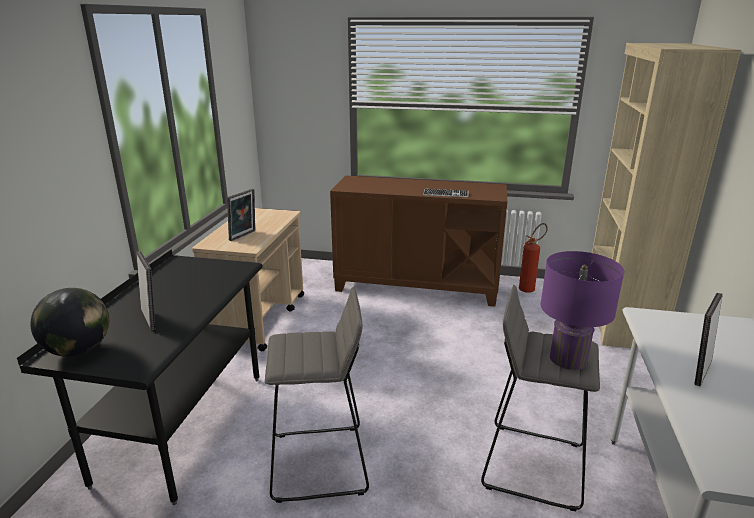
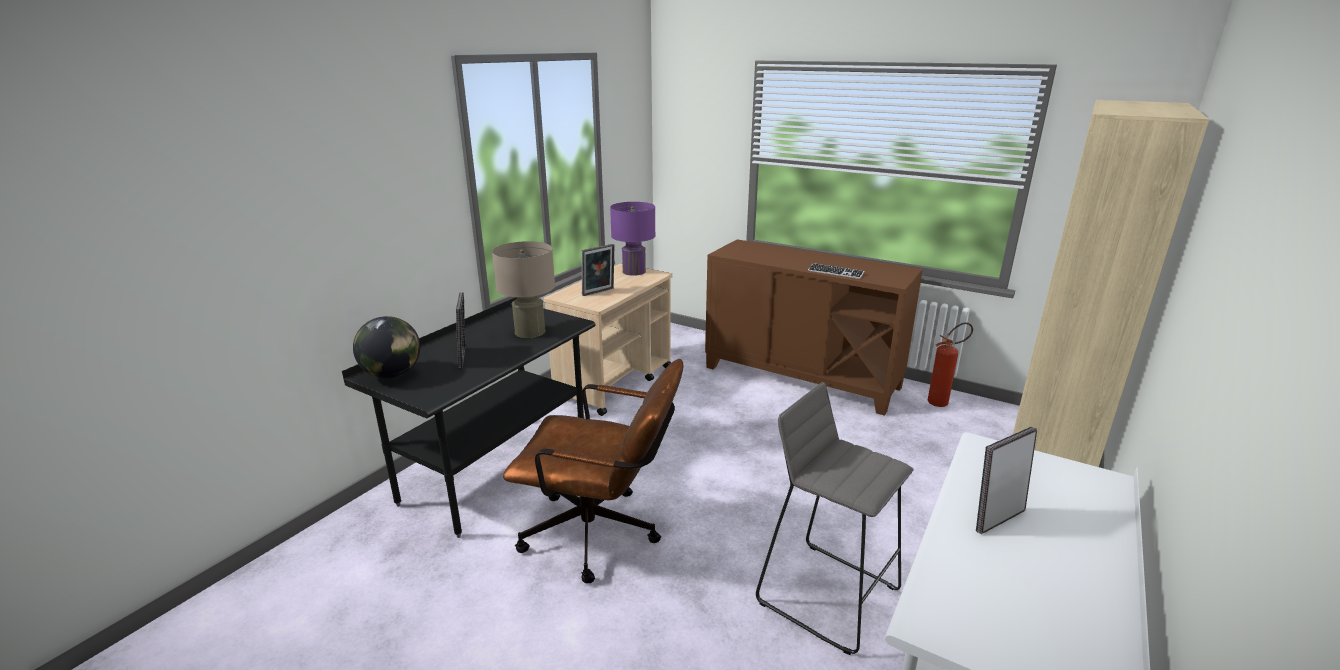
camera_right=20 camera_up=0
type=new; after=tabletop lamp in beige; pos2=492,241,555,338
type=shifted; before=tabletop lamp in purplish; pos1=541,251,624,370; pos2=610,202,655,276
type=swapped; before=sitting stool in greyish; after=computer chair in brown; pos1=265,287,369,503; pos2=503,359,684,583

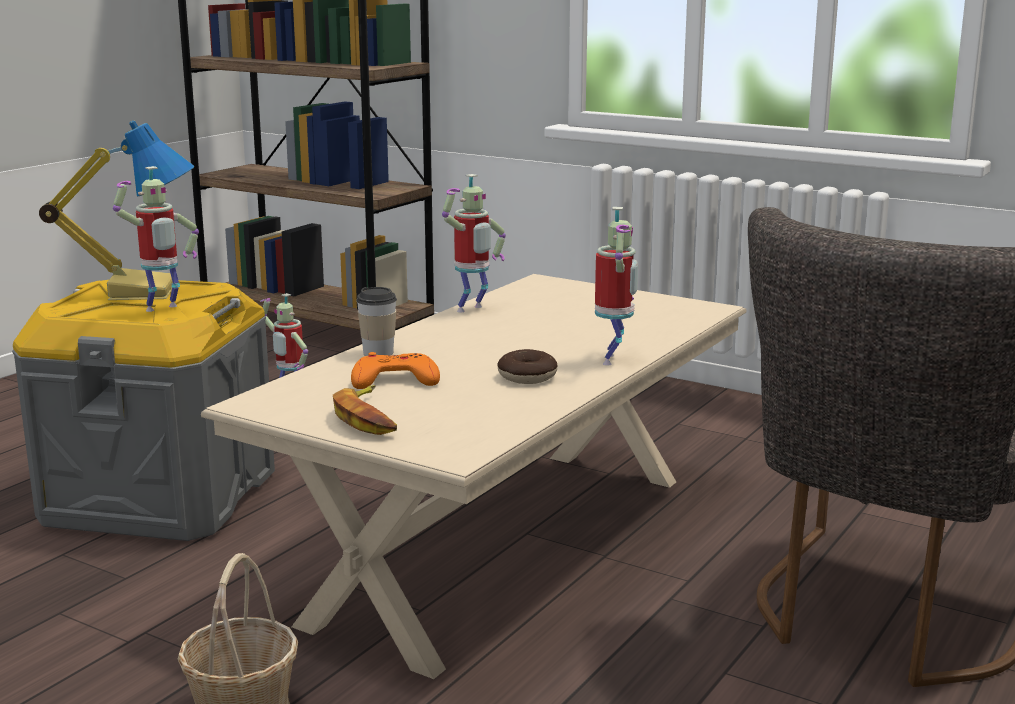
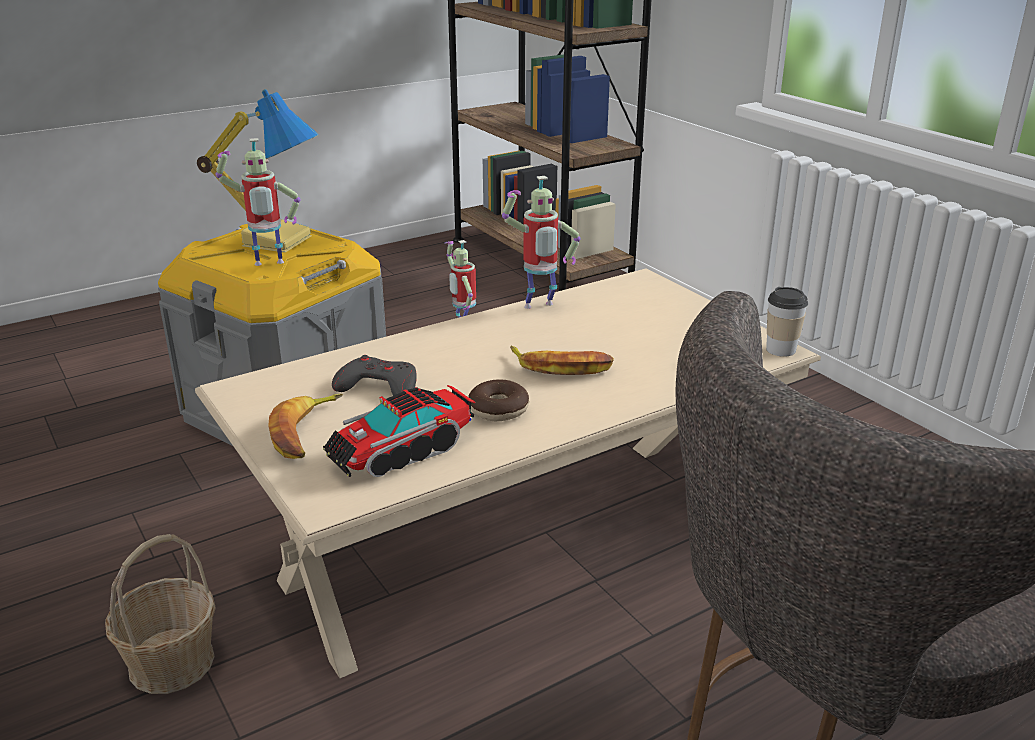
camera_right=25 camera_up=10
type=gone; before=toy robot; pos1=595,207,638,366
type=new; after=model truck; pos2=323,385,476,477
type=new; after=banana; pos2=510,346,614,375
type=shifted; before=cup; pos1=356,287,397,356; pos2=766,287,808,357
type=repainted; before=gamepad in orange-coloured; after=gamepad in greyish; pos1=351,352,440,389; pos2=332,355,417,396

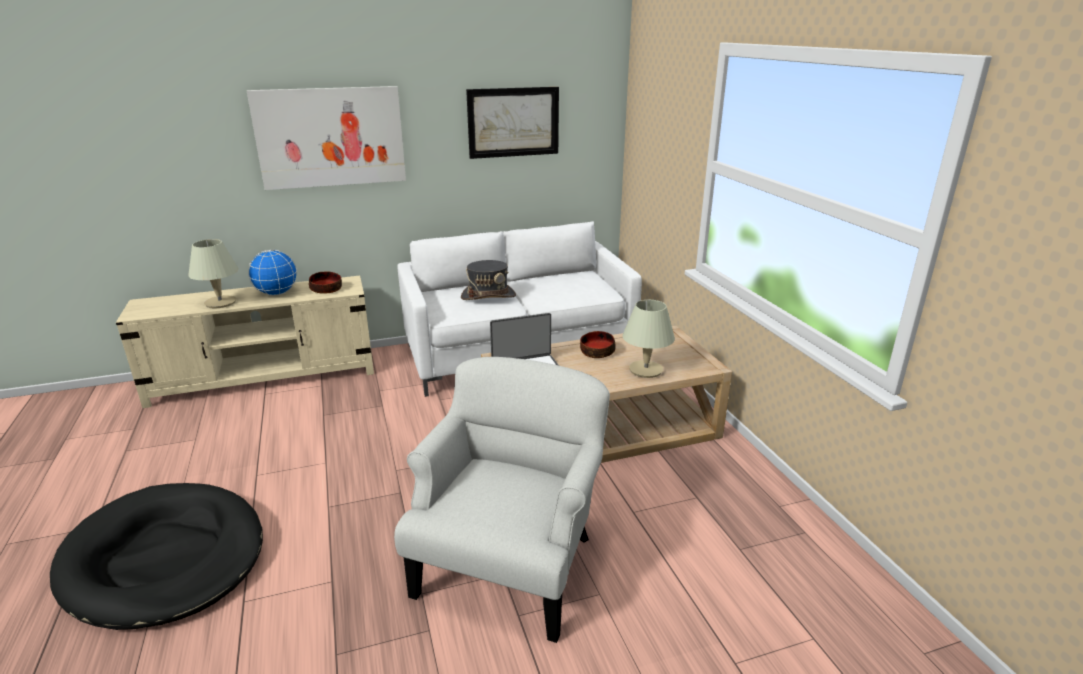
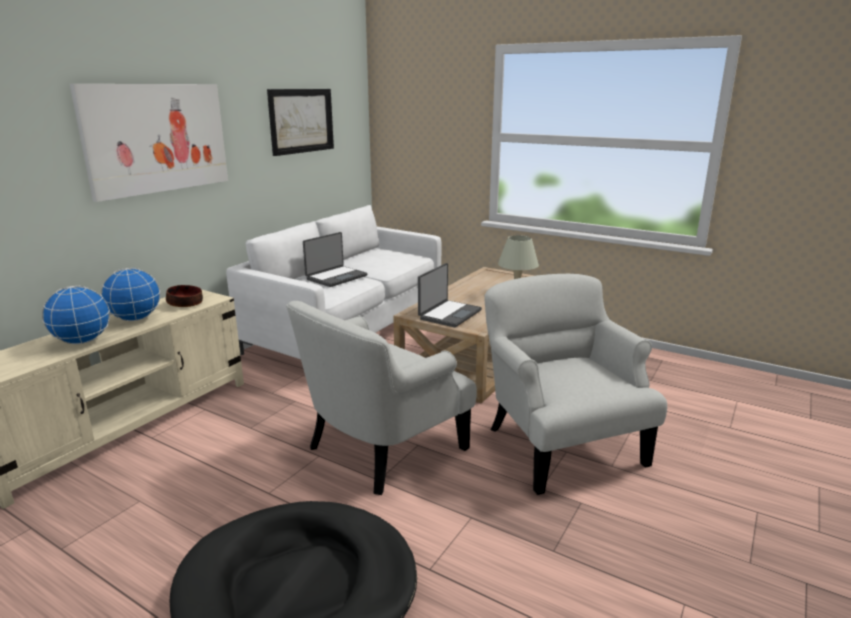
camera_right=-40 camera_up=-5
type=gone; before=serving bowl; pos1=580,331,616,358
type=new; after=easy chair in white; pos2=286,301,477,495
type=swapped; before=tabletop lamp in beige; after=world globe; pos1=188,239,238,308; pos2=42,286,110,344
type=swapped; before=hat in greyish; after=laptop; pos1=461,260,516,300; pos2=303,232,367,287

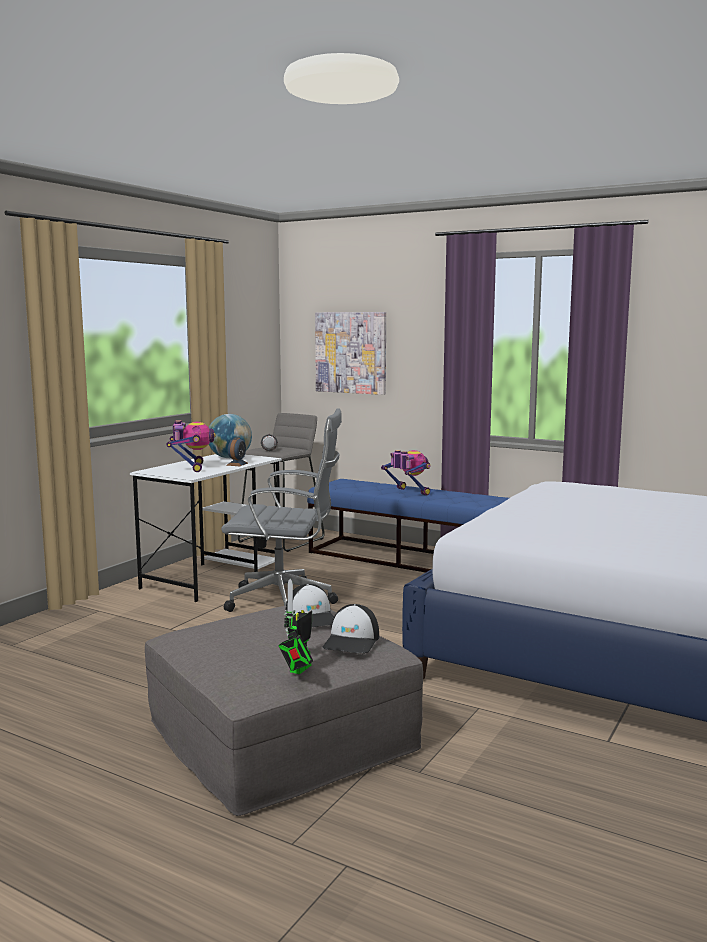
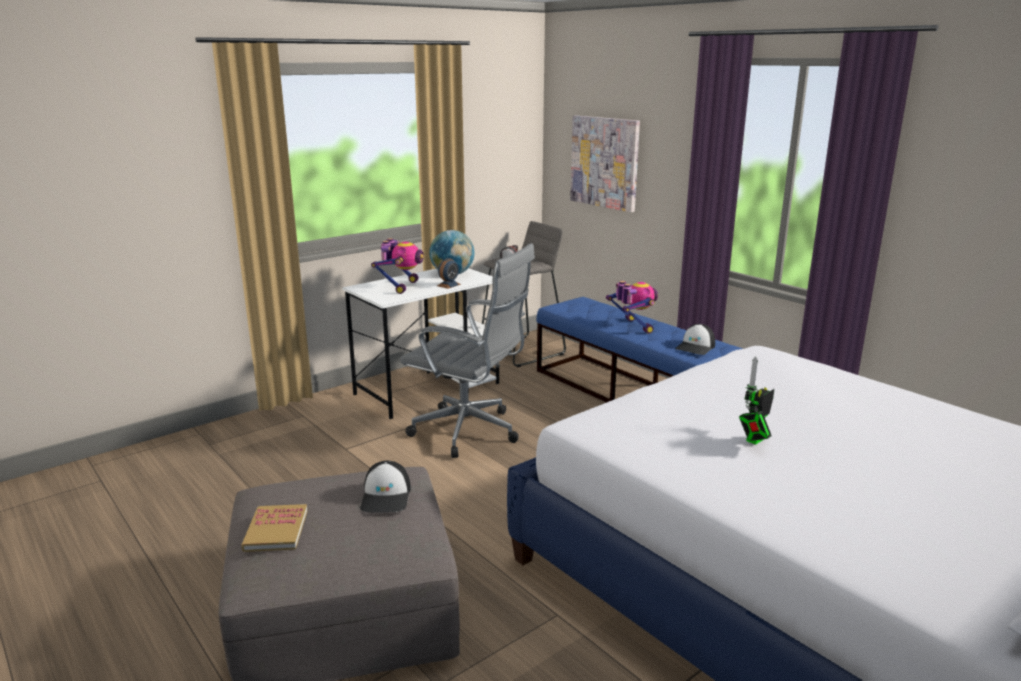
camera_right=20 camera_up=10
type=new; after=book; pos2=241,504,307,552
type=shifted; before=toy robot; pos1=278,579,313,674; pos2=739,356,774,445
type=shifted; before=peaked cap; pos1=322,604,379,653; pos2=675,324,715,355

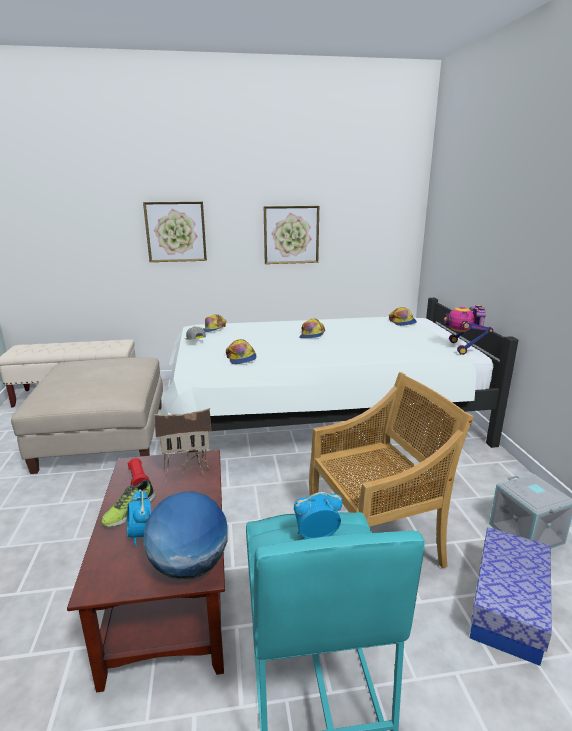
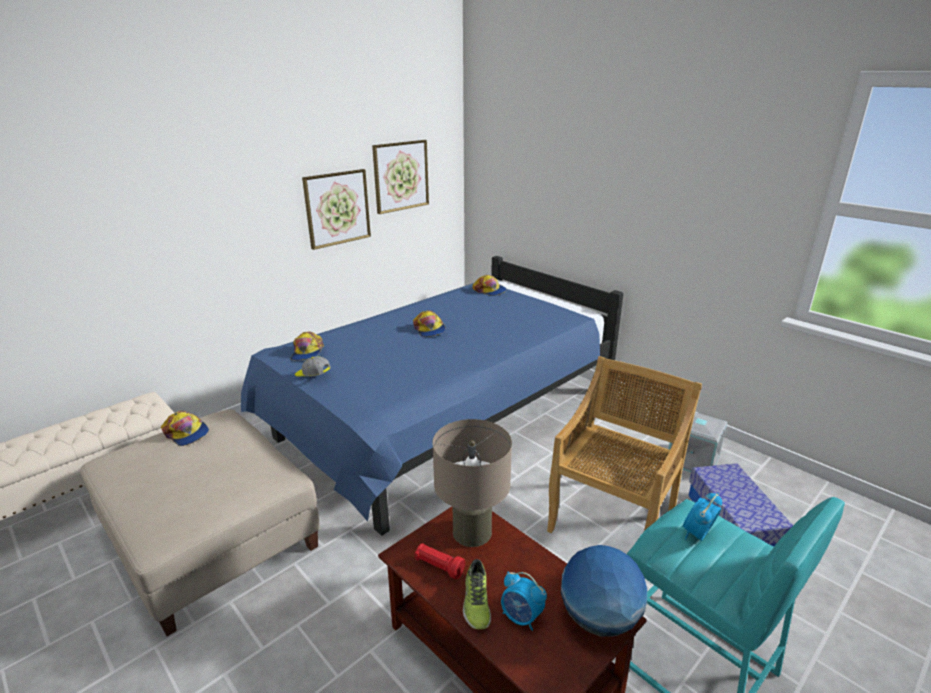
camera_right=-35 camera_up=5
type=gone; before=toy robot; pos1=444,305,493,355
type=shifted; before=picture; pos1=143,202,207,262; pos2=372,140,429,214
type=shifted; before=peaked cap; pos1=226,339,257,364; pos2=161,410,209,446
type=swapped; before=model house; after=tabletop lamp in beige; pos1=154,408,211,482; pos2=432,419,512,547
type=repainted; before=sleeping bed in white; after=sleeping bed in bluish; pos1=160,298,519,452; pos2=241,256,623,536

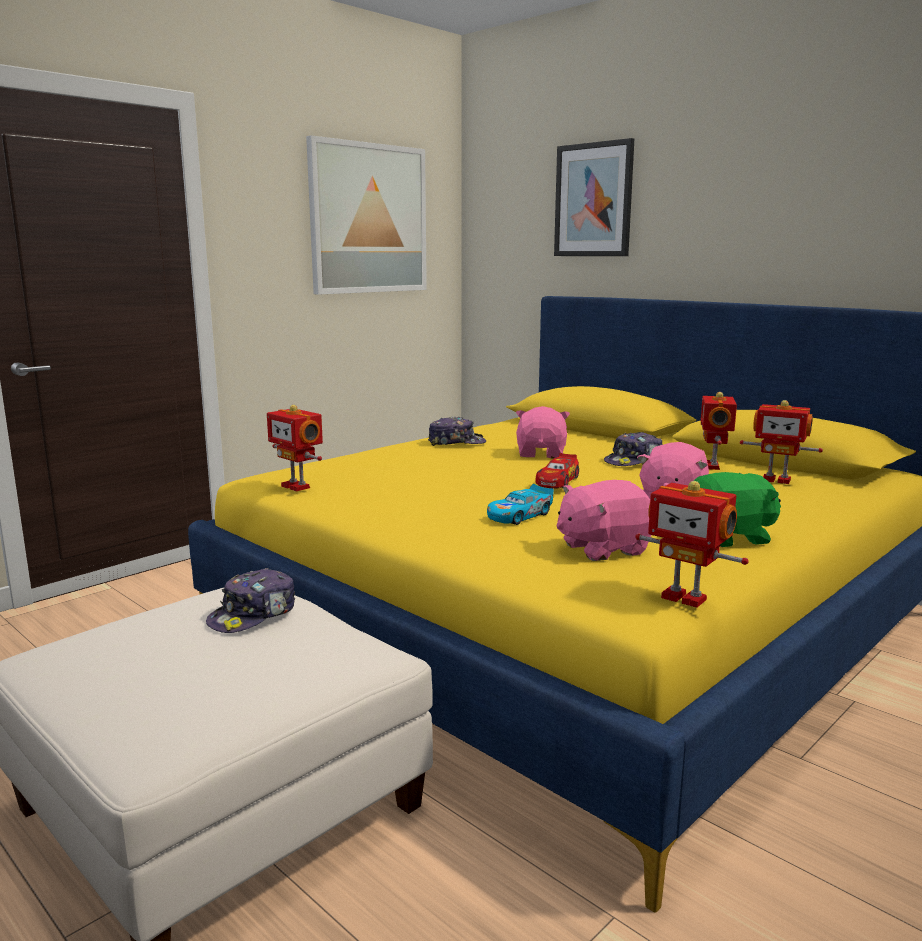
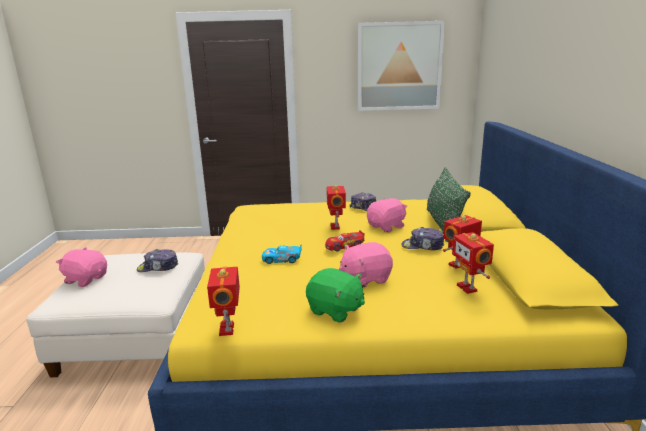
camera_right=45 camera_up=5
type=gone; before=picture; pos1=554,138,634,256
type=new; after=cushion in greenish; pos2=427,167,471,242
type=shifted; before=toy robot; pos1=267,405,323,491; pos2=326,185,346,230
type=shifted; before=soft toy in pink-coloured; pos1=556,480,651,561; pos2=56,247,107,287

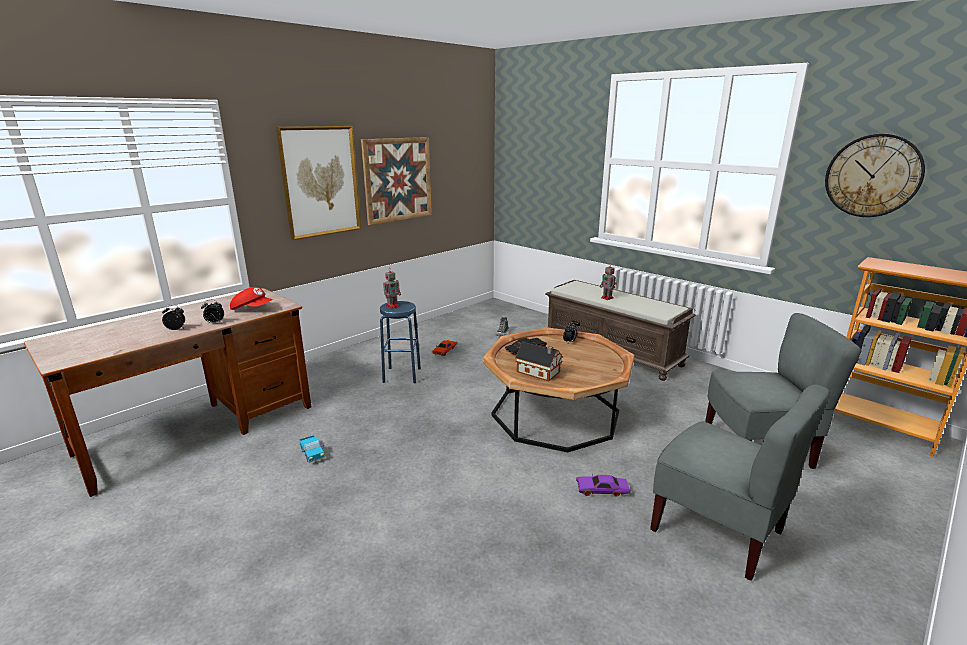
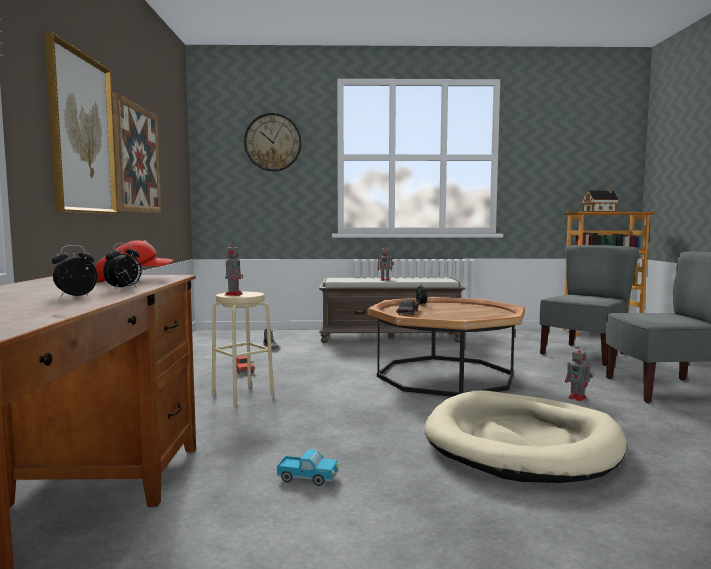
camera_right=-45 camera_up=-15
type=new; after=dog cushion in beige; pos2=425,390,626,483
type=shifted; before=model house; pos1=515,341,563,381; pos2=581,188,619,212
type=shifted; before=clock on the wall; pos1=825,134,925,217; pos2=244,113,301,171
type=swapped; before=miniature car in purplish; after=toy robot; pos1=576,474,631,496; pos2=565,345,593,401
type=repainted; before=sitting stool in bluish; after=sitting stool in beige; pos1=380,301,421,384; pos2=212,292,274,406

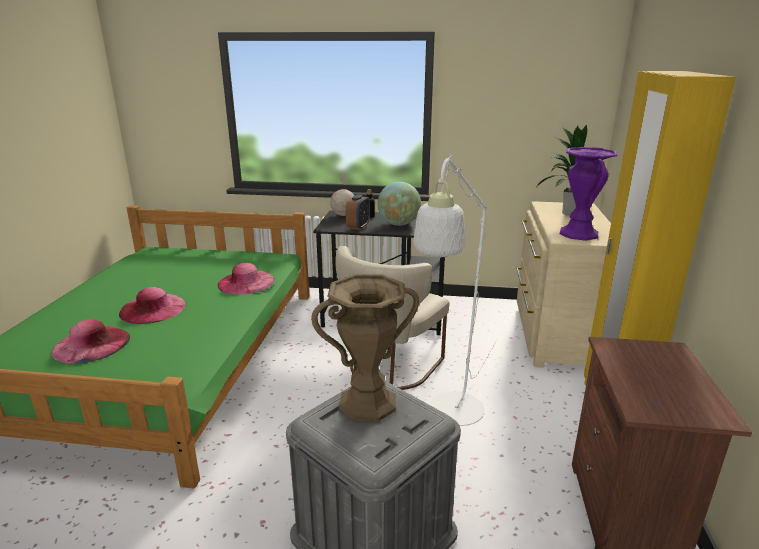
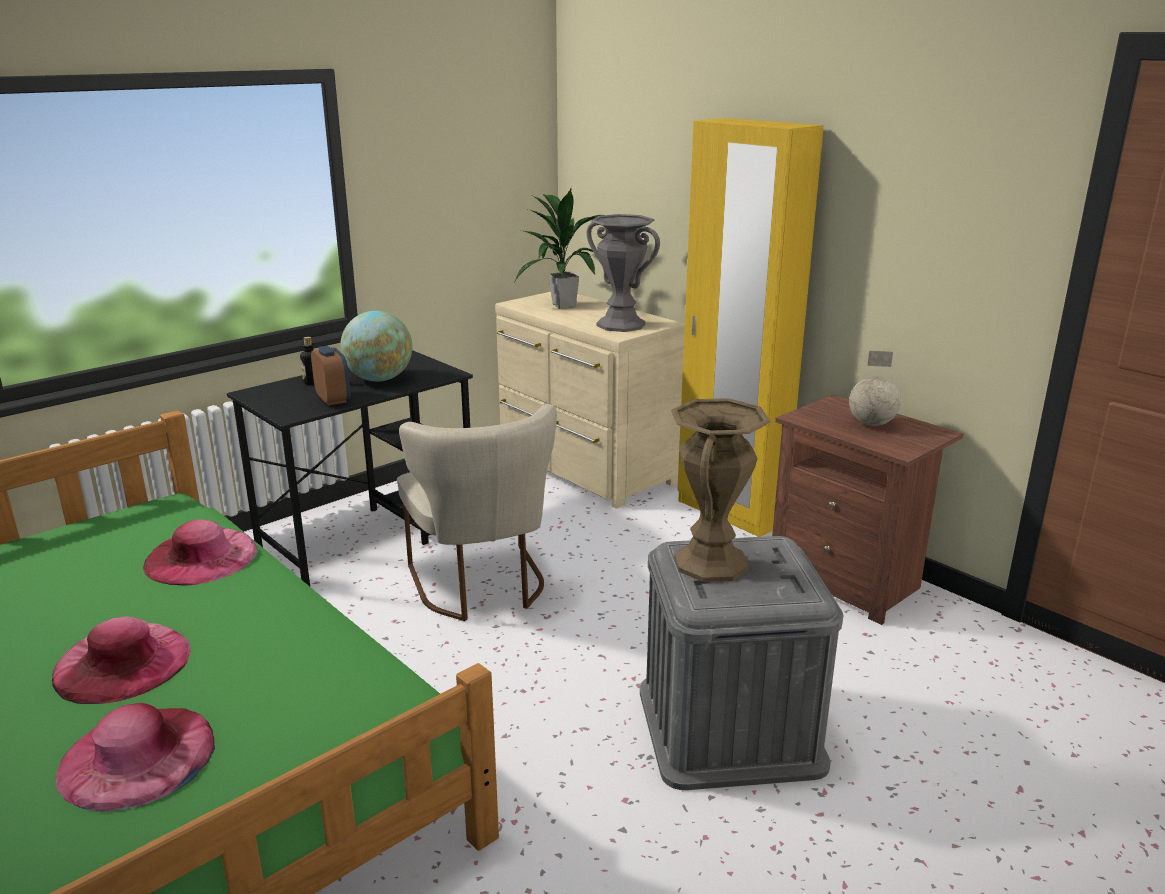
camera_right=-50 camera_up=0
type=gone; before=floor lamp in white; pos1=413,155,497,426
type=shifted; before=world globe; pos1=330,174,355,216; pos2=849,351,901,426
type=repainted; before=flower vase in purplish; after=flower vase in greyish; pos1=560,147,617,241; pos2=587,214,660,332

